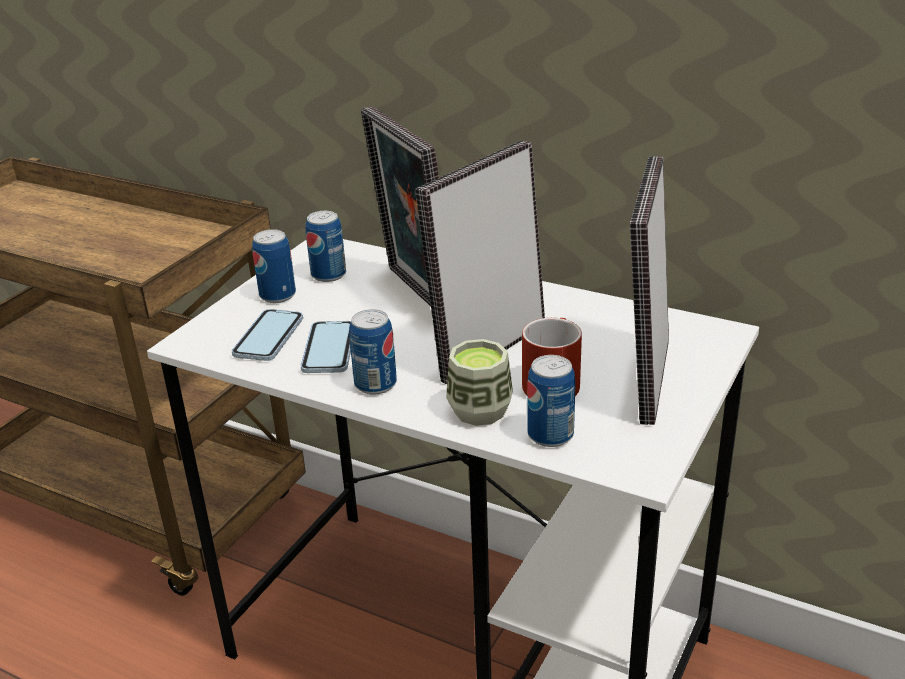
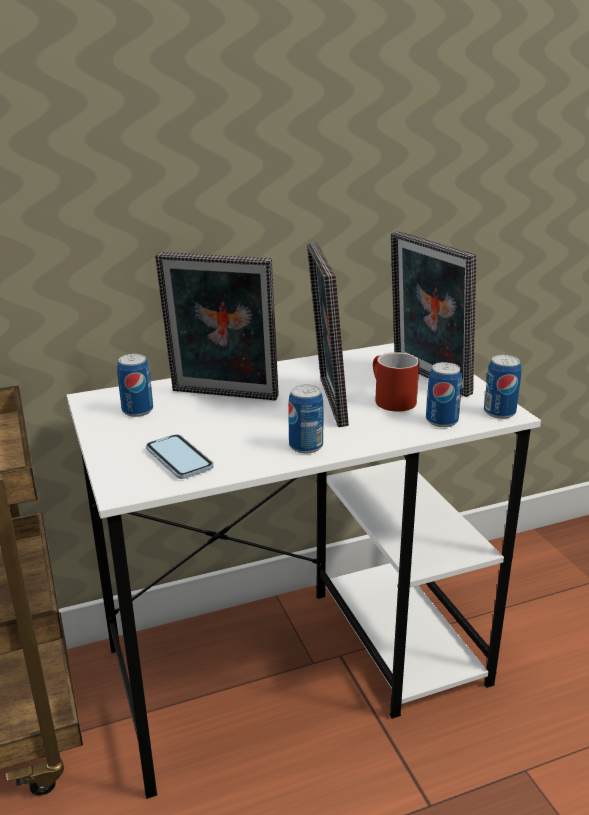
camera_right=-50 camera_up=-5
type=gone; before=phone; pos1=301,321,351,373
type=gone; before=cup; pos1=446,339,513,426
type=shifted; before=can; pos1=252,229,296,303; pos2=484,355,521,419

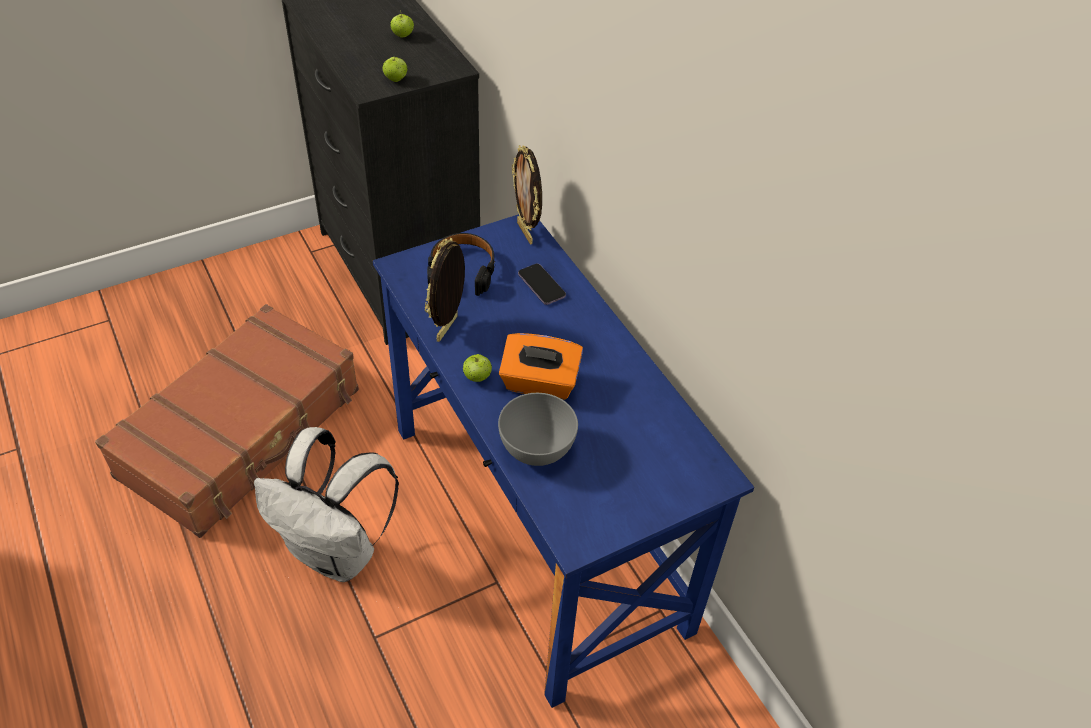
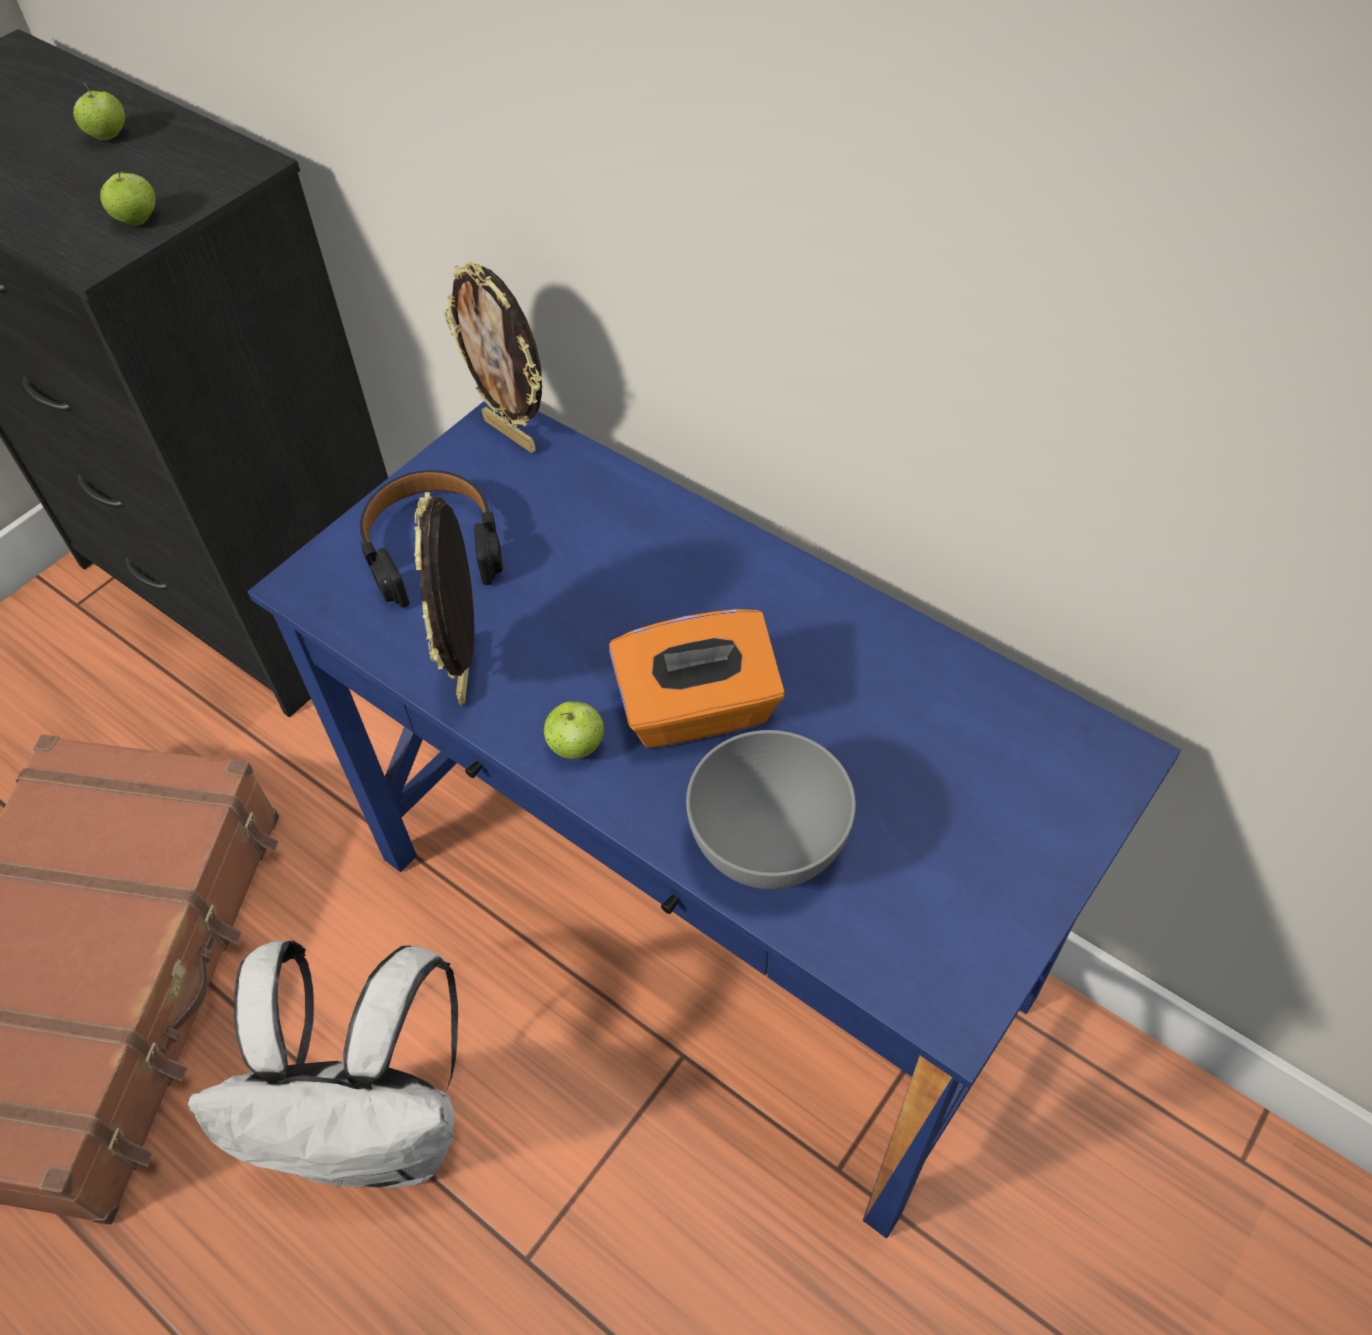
camera_right=-20 camera_up=5
type=gone; before=phone; pos1=518,264,566,305

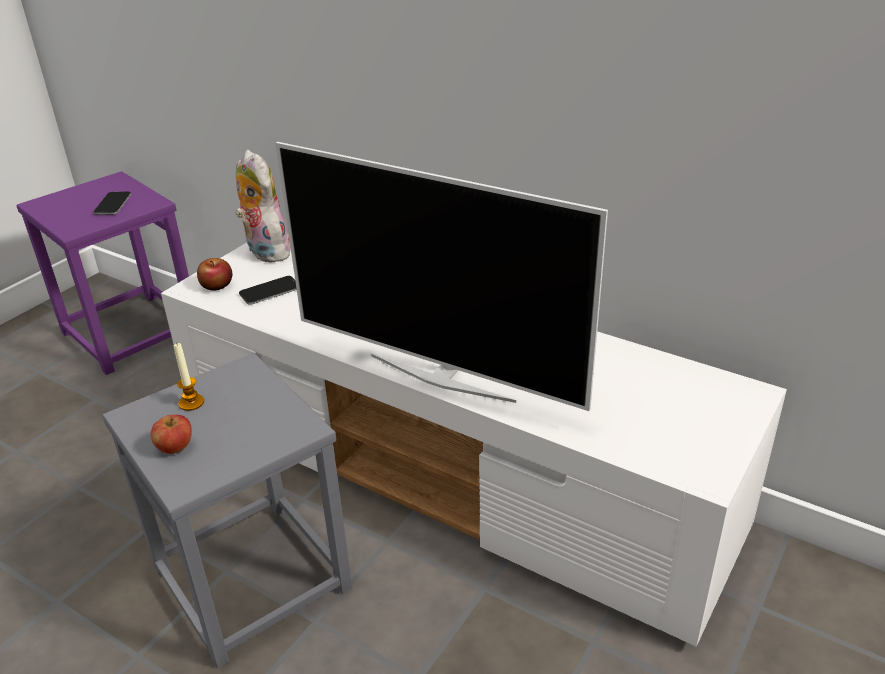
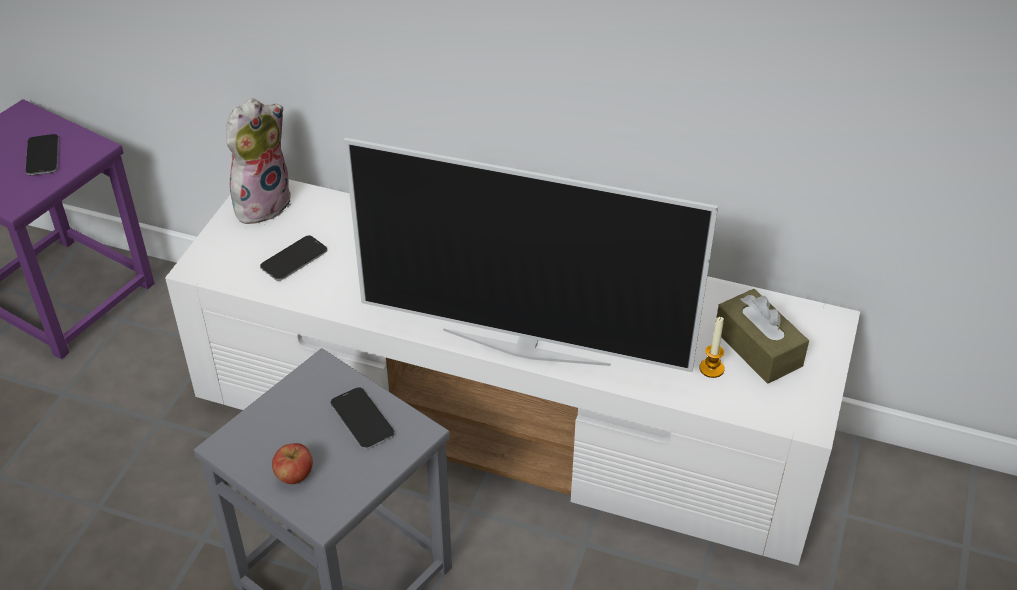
camera_right=-15 camera_up=10
type=gone; before=apple; pos1=197,258,232,291
type=new; after=phone; pos2=330,387,395,449
type=new; after=box of tissues in brown; pos2=716,289,809,384
type=shifted; before=wax light; pos1=174,342,204,411; pos2=699,317,725,378
type=rotated; before=soft toy; pos1=235,150,291,263; pos2=226,98,292,225; turn=90

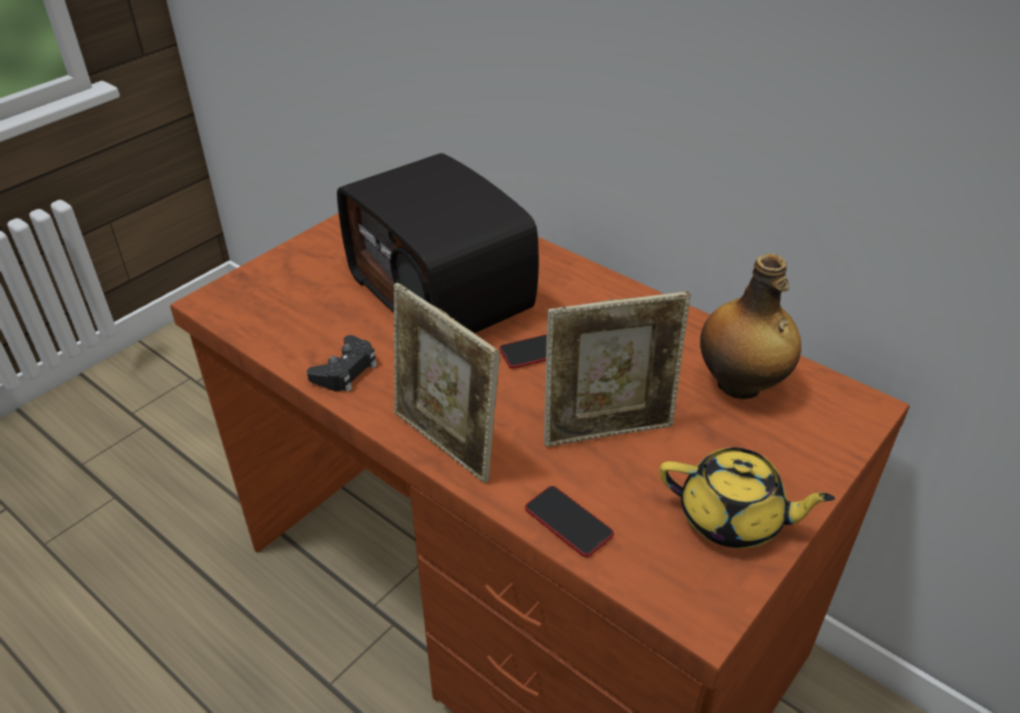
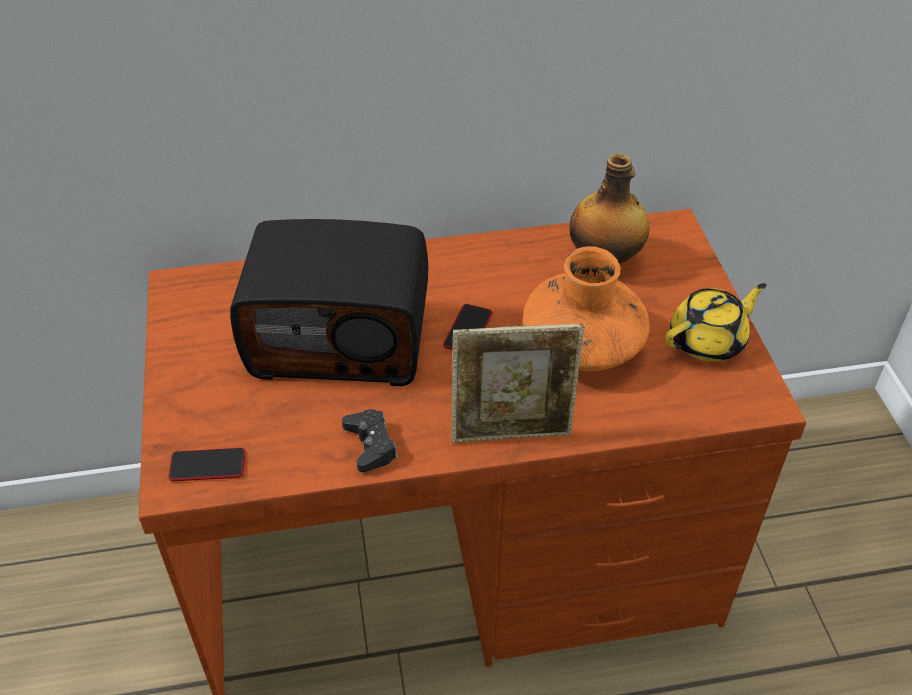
camera_right=-50 camera_up=5
type=shifted; before=phone; pos1=525,486,614,557; pos2=168,448,245,481
type=swapped; before=photo frame; after=flower vase in orange-coloured; pos1=544,291,691,447; pos2=523,246,650,372

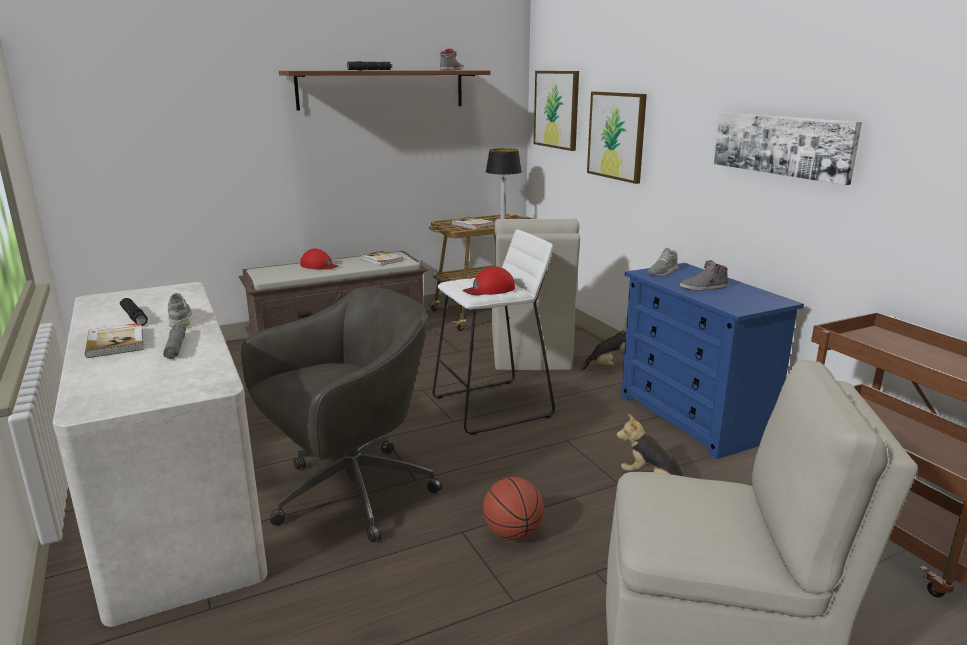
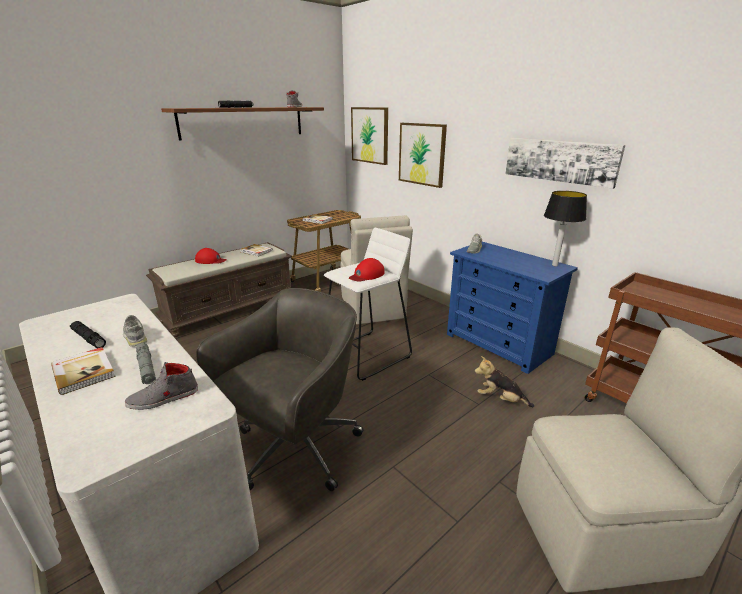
camera_right=-15 camera_up=5
type=gone; before=basketball; pos1=483,477,544,540
type=gone; before=soft toy; pos1=580,318,627,371
type=shifted; before=tabletop lamp; pos1=486,148,522,219; pos2=544,191,587,266
type=shifted; before=shoe in greyish; pos1=680,260,728,291; pos2=125,362,198,410

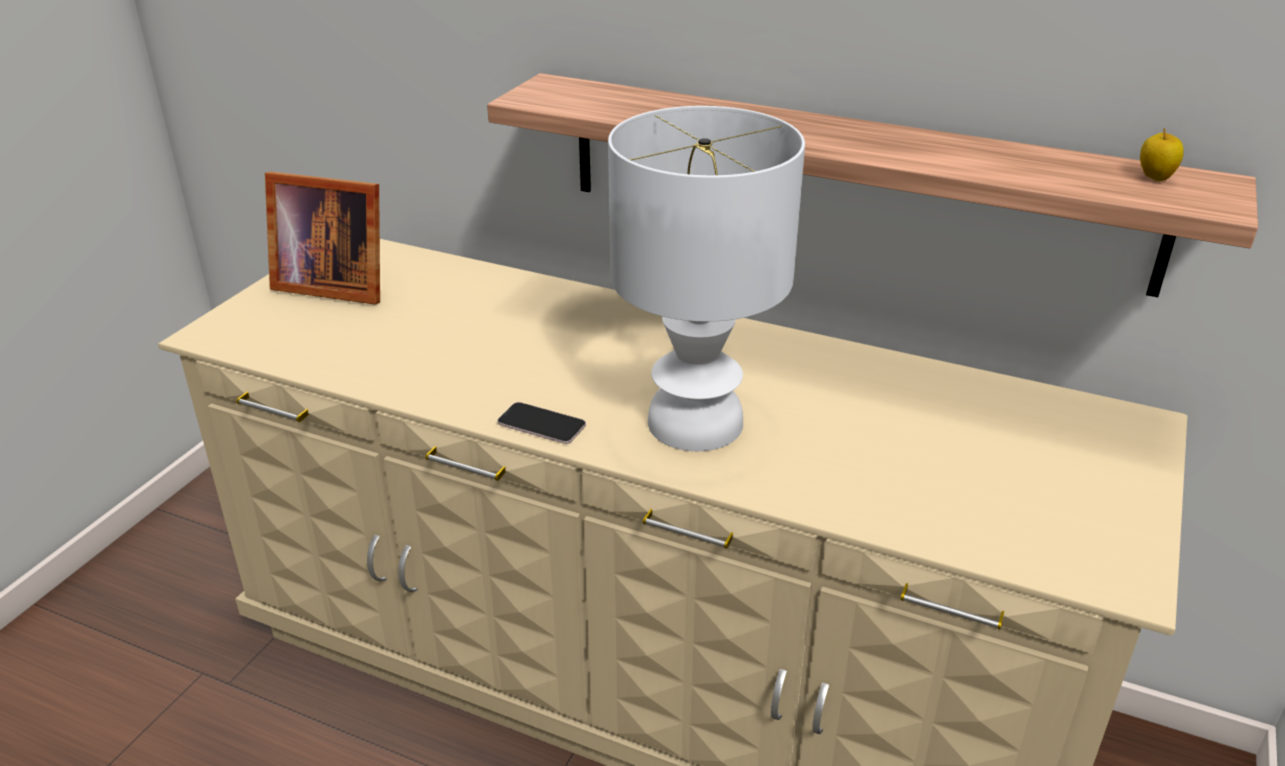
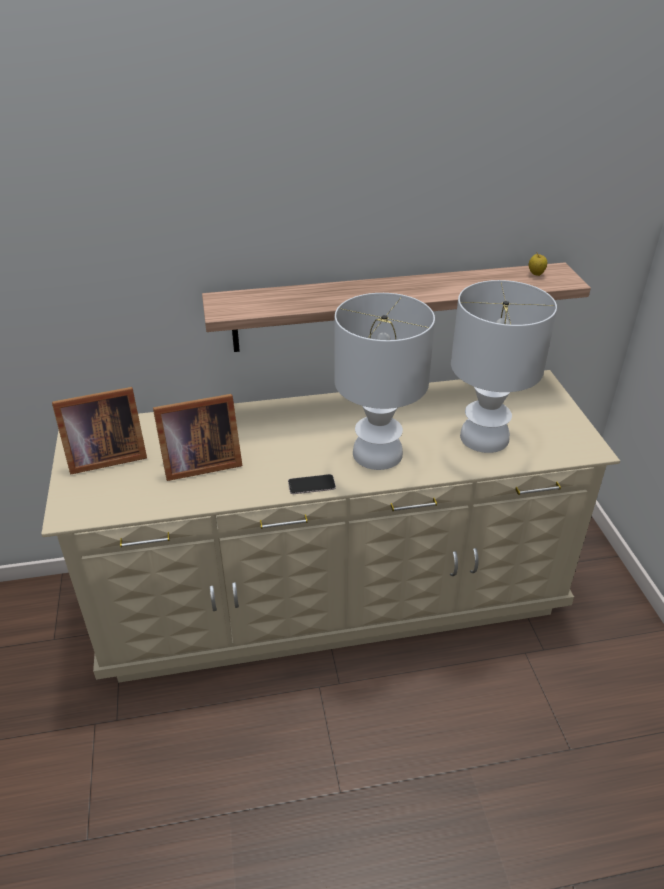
camera_right=-35 camera_up=5
type=new; after=photo frame; pos2=153,394,242,481
type=new; after=tabletop lamp in white; pos2=451,280,557,453

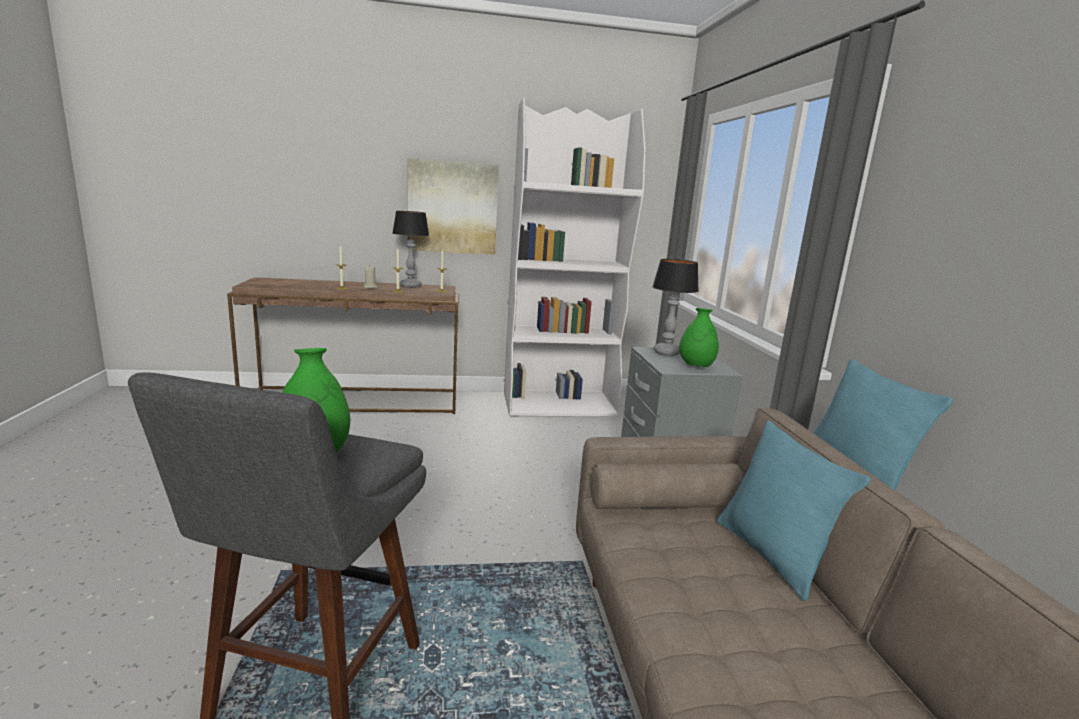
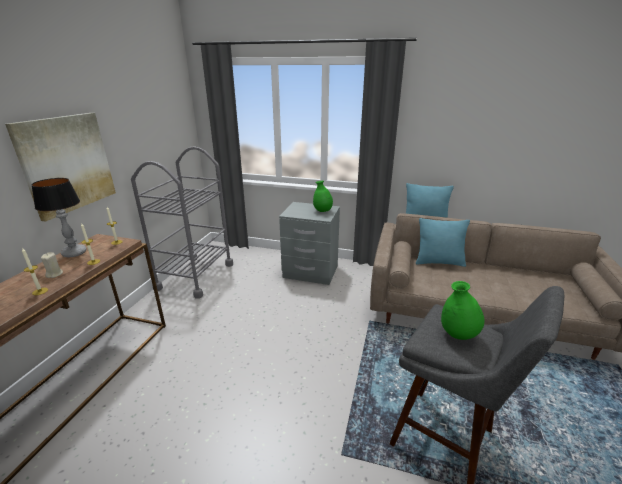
camera_right=-65 camera_up=10
type=gone; before=tabletop lamp; pos1=652,259,699,356
type=swapped; before=shelving unit in white; after=trolley in greyish; pos1=504,98,645,417; pos2=131,146,233,299

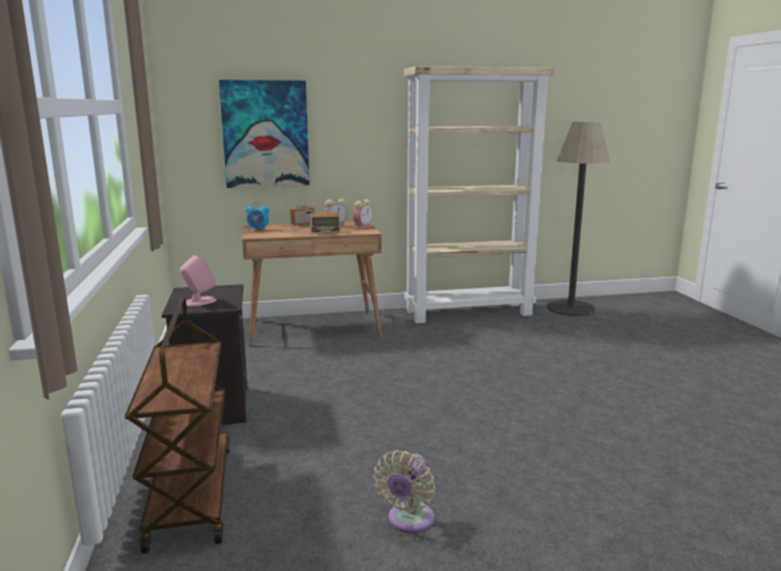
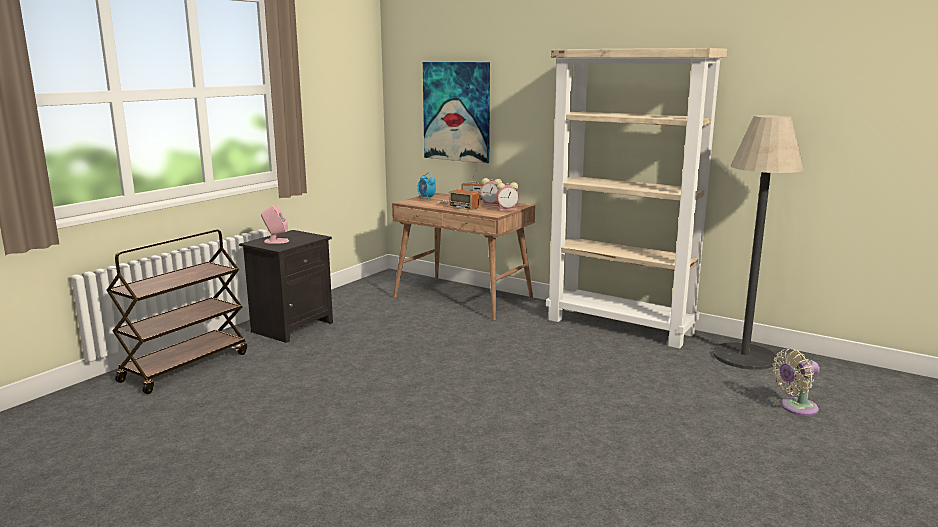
camera_right=45 camera_up=0
type=shifted; before=electric fan in beige; pos1=373,450,435,533; pos2=772,348,820,416

